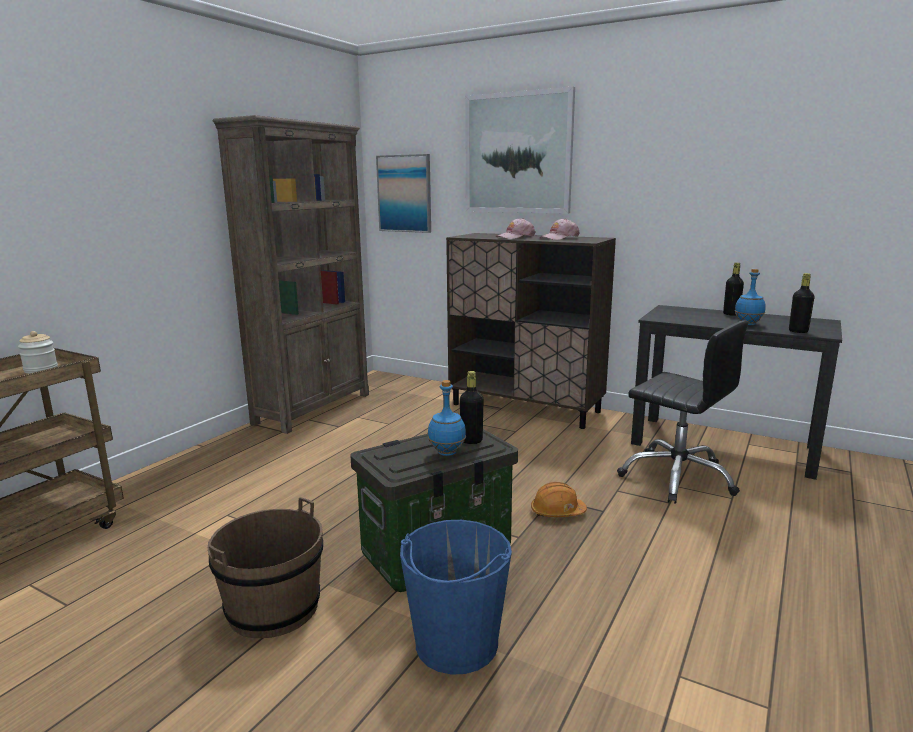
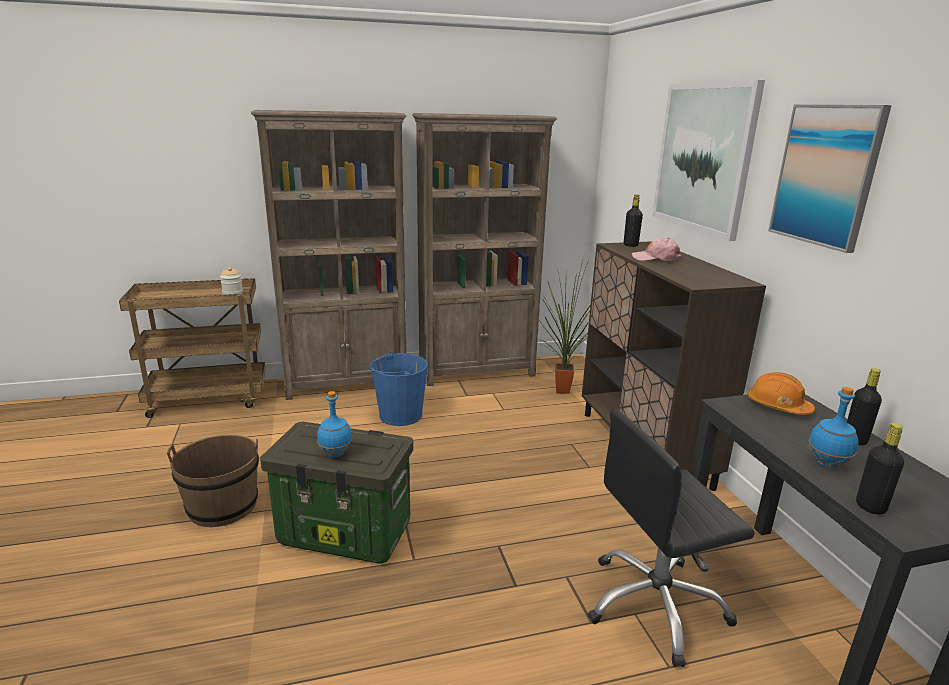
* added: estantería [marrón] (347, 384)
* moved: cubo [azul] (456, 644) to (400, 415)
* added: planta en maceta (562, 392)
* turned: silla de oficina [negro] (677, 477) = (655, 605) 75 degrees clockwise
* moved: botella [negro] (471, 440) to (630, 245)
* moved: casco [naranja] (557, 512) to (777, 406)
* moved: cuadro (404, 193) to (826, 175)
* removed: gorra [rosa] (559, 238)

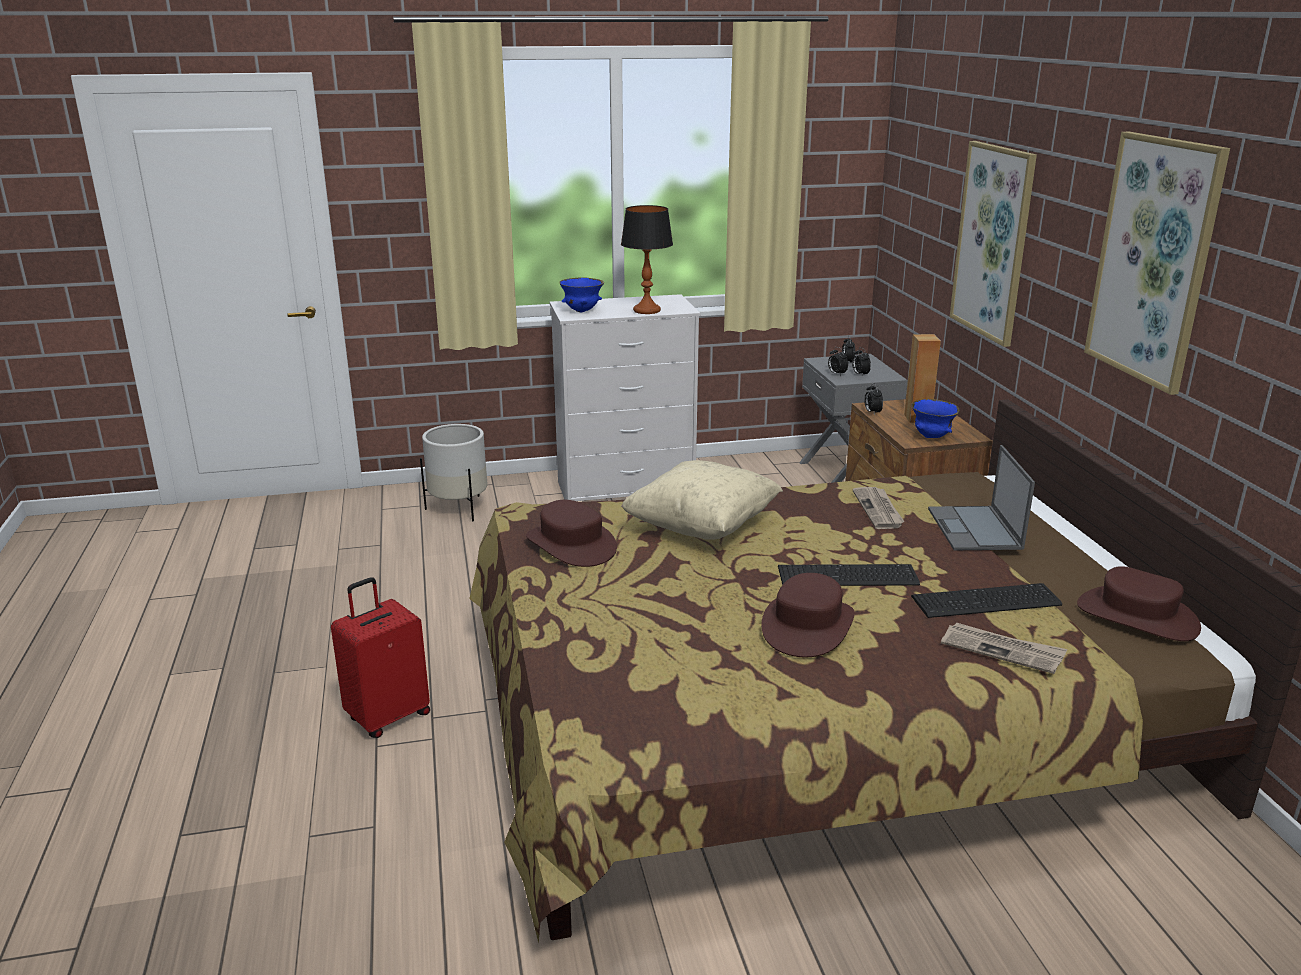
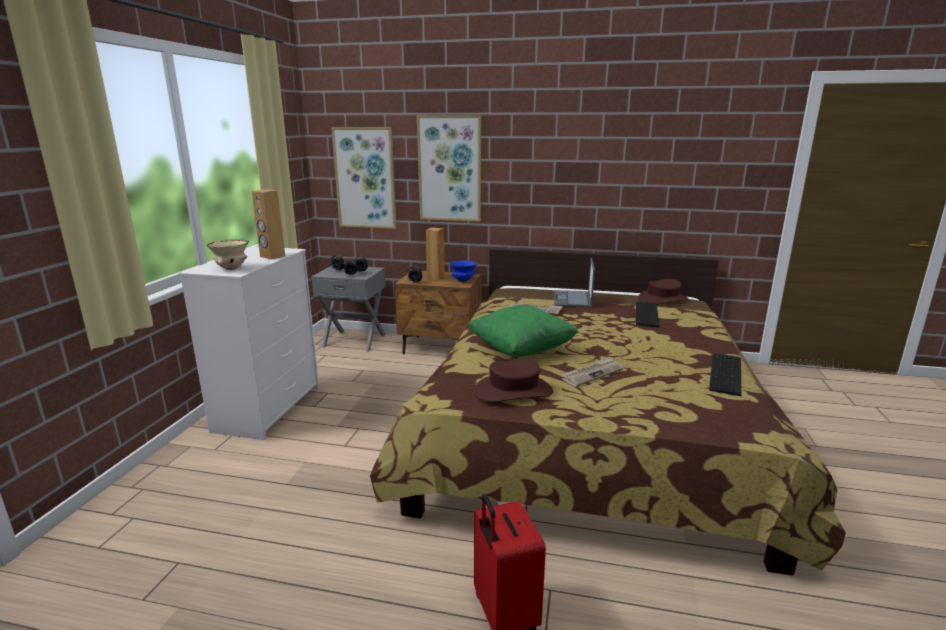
* recoloured: cuenco [azul] (582, 311) to cuenco [beis] (232, 268)
* replaced: lámpara de mesa (647, 310) to altavoz [marrón] (272, 256)
* moved: cuadro (1154, 260) to (365, 178)
* recoloured: cojín [beis] (701, 528) to cojín [verde] (521, 350)
* turned: portátil (975, 529) = (572, 299) 75 degrees clockwise
* moved: periódico (1002, 650) to (592, 373)
* moved: teclado (849, 577) to (727, 373)
* removed: maceta [blanco] (459, 508)
* removed: sombrero [marrón] (807, 626)

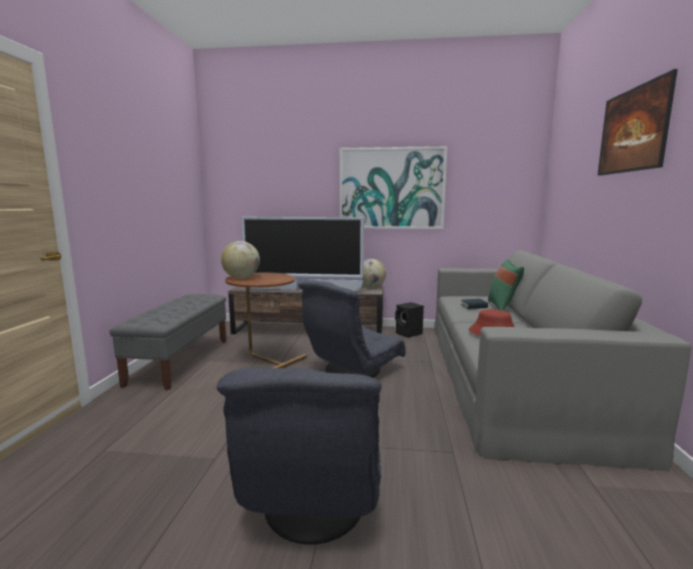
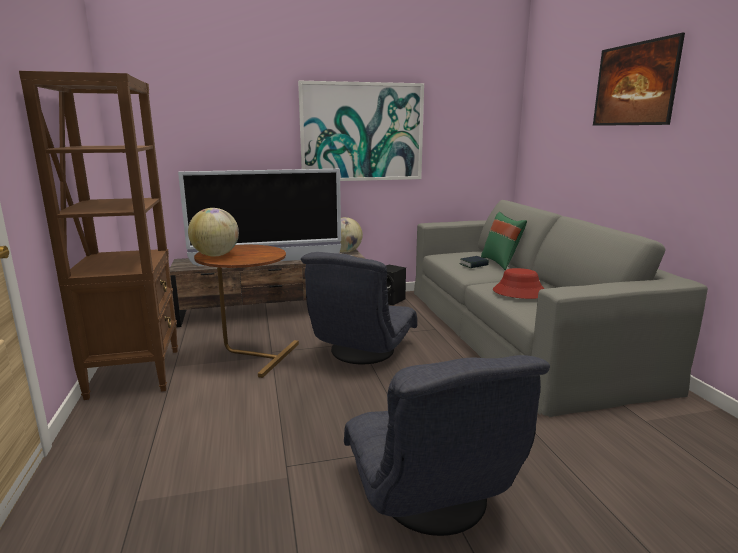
* replaced: banco [gris] (180, 361) to estantería [marrón] (135, 372)

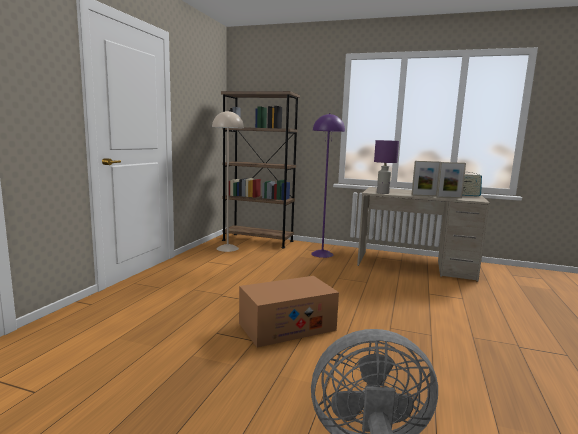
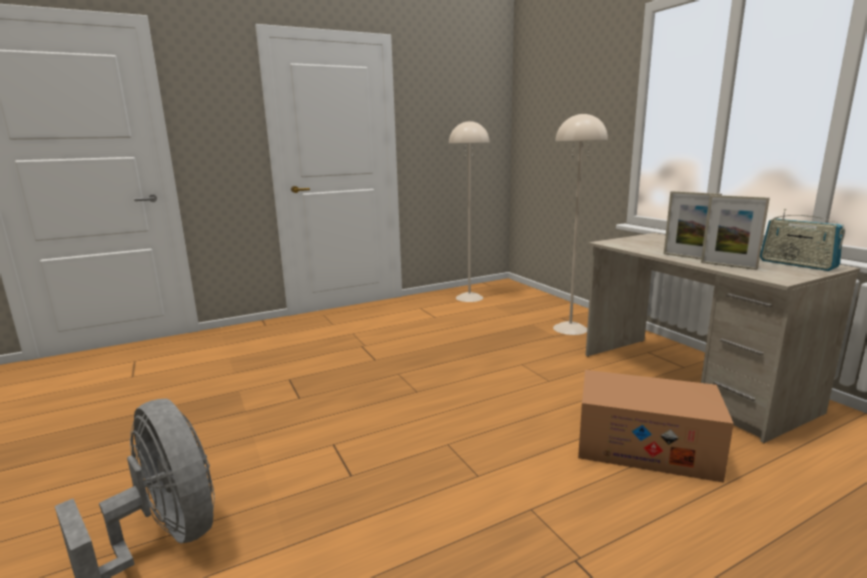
* recoloured: lámpara de pie [morado] (322, 254) to lámpara de pie [beis] (570, 328)
* moved: caja de cartón (287, 327) to (645, 447)
* removed: estantería [marrón] (258, 241)
* removed: lámpara de mesa [morado] (383, 193)

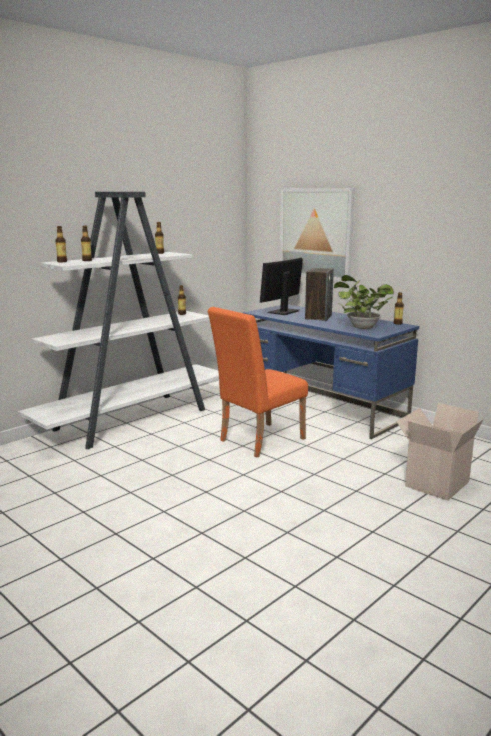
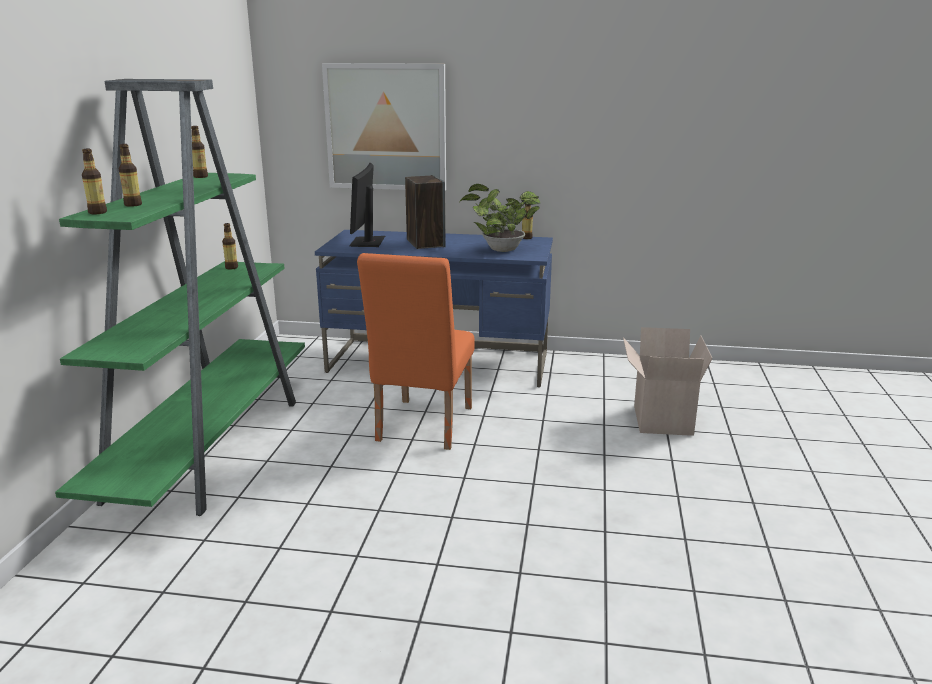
* recoloured: estantería [blanco] (134, 419) to estantería [verde] (210, 446)

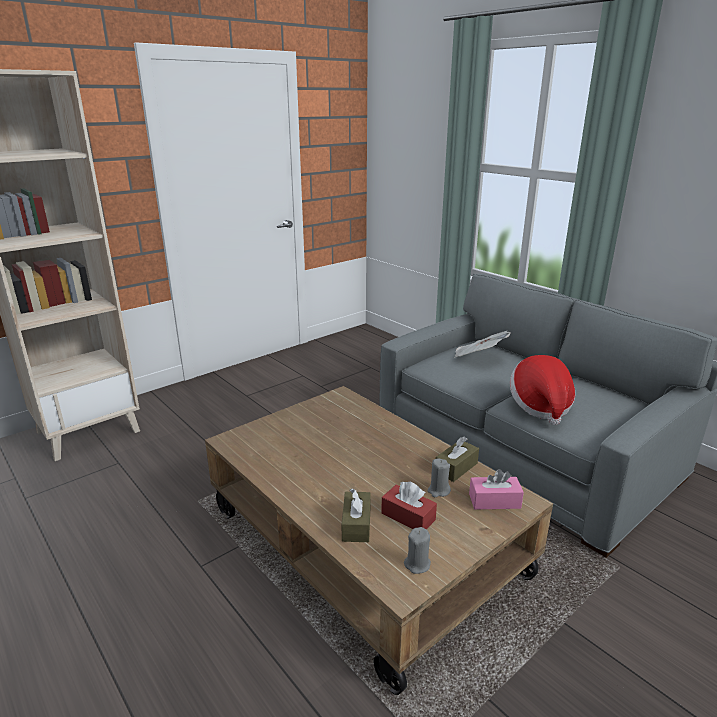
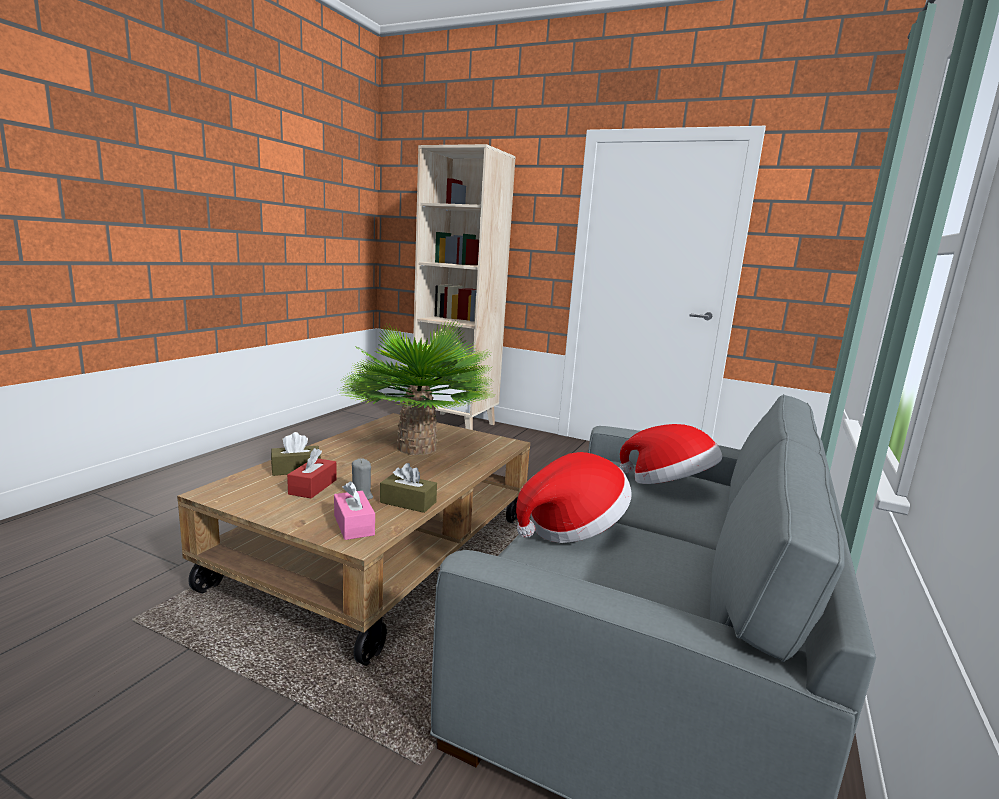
* added: planta en maceta (416, 448)
* replaced: periódico (478, 357) to sombrero (668, 485)
* removed: vela [gris] (417, 564)

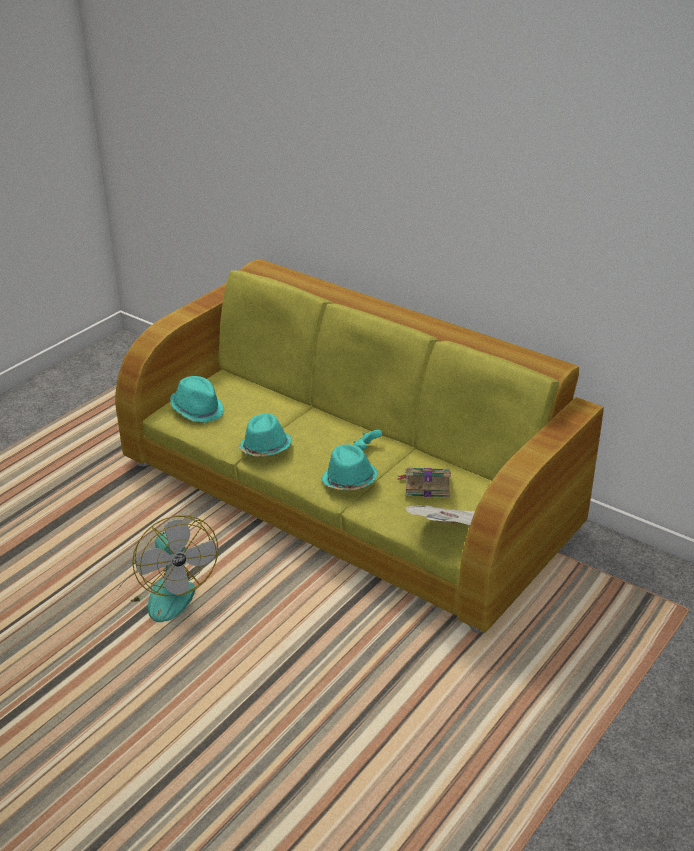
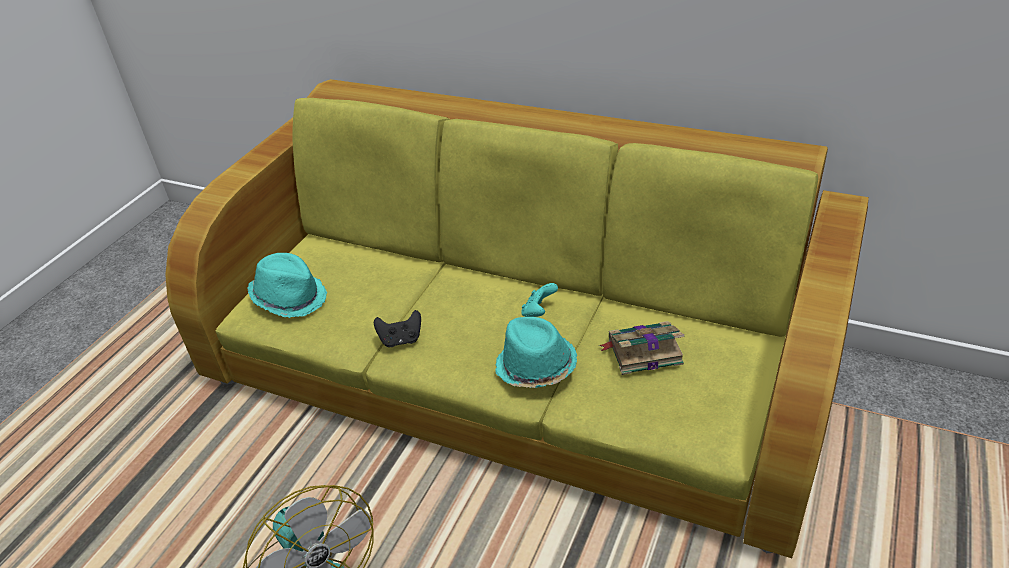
* replaced: sombrero [turquesa] (265, 449) to mando de consola [negro] (401, 340)
* removed: periódico (447, 532)

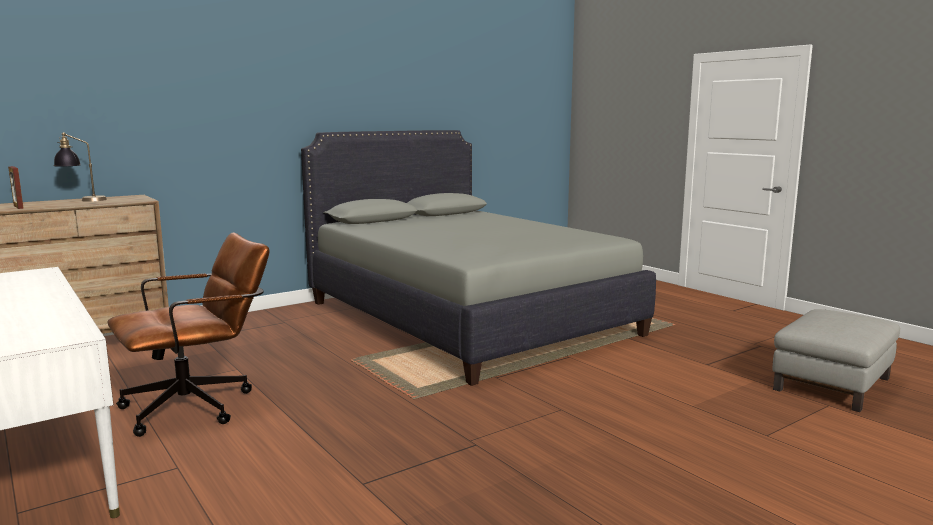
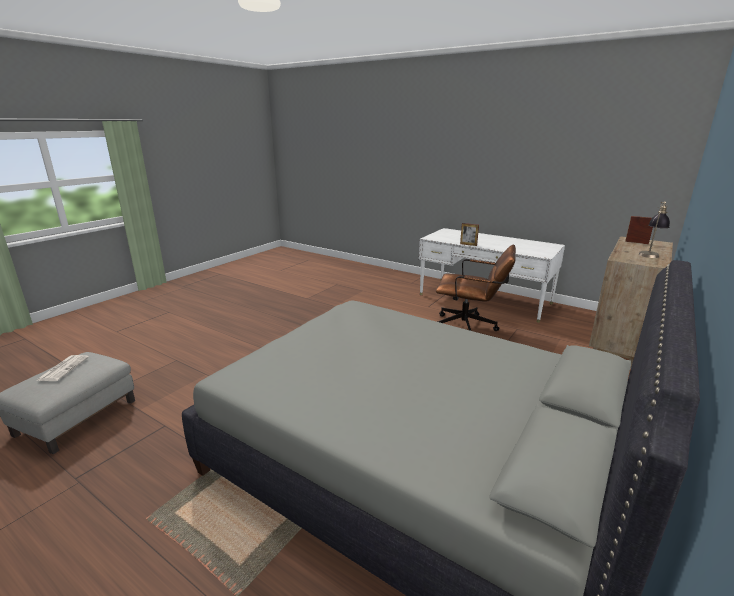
* added: periódico (63, 368)
* turned: silla de oficina [marrón] (199, 405) = (470, 328) 105 degrees counterclockwise
* added: portarretratos (468, 244)

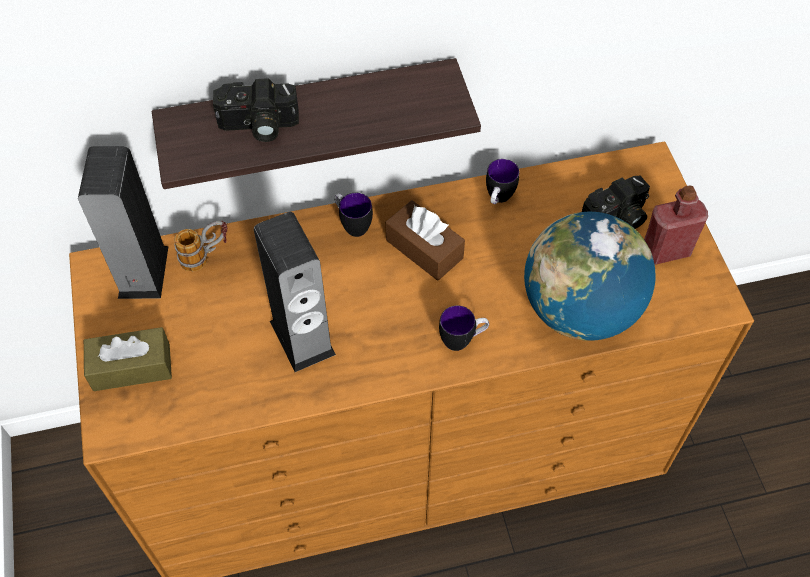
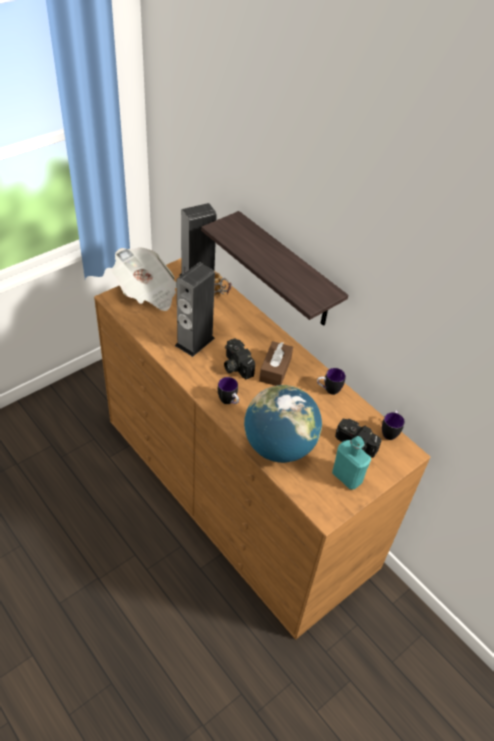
* replaced: caja de pañuelos [marrón] (132, 367) to periódico (147, 292)
* moved: cámara (258, 126) to (235, 366)
* recoloured: botella [rojo] (666, 250) to botella [turquesa] (347, 477)
* moved: taza grande (352, 225) to (390, 432)

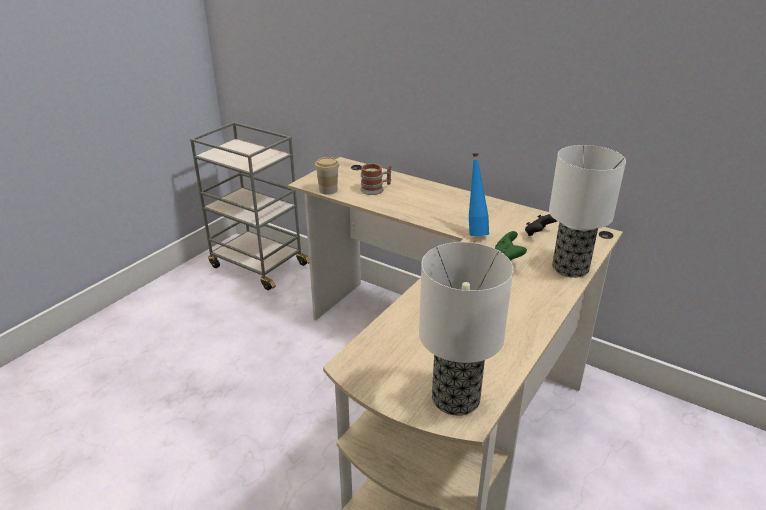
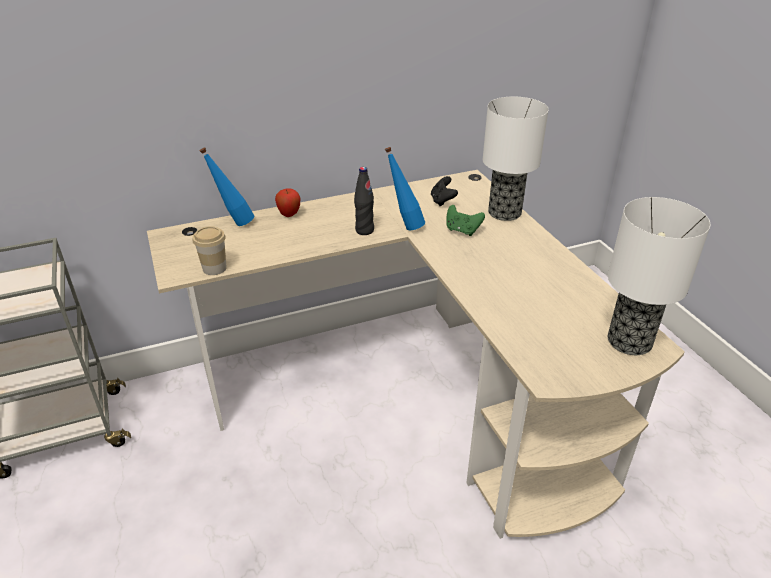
* added: botella [azul] (234, 223)
* added: manzana (289, 215)
* added: botella [negro] (364, 230)
* removed: taza grande (376, 189)

